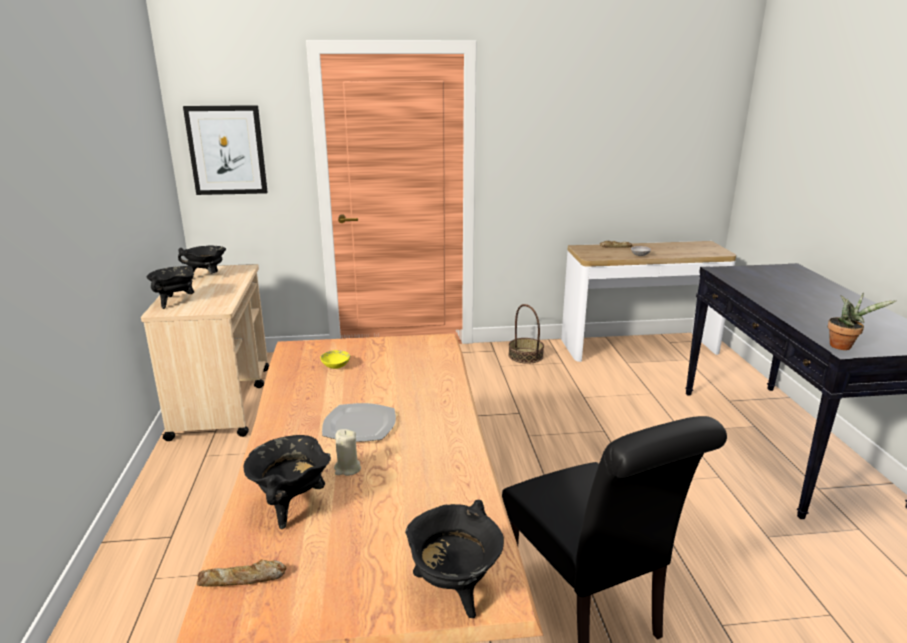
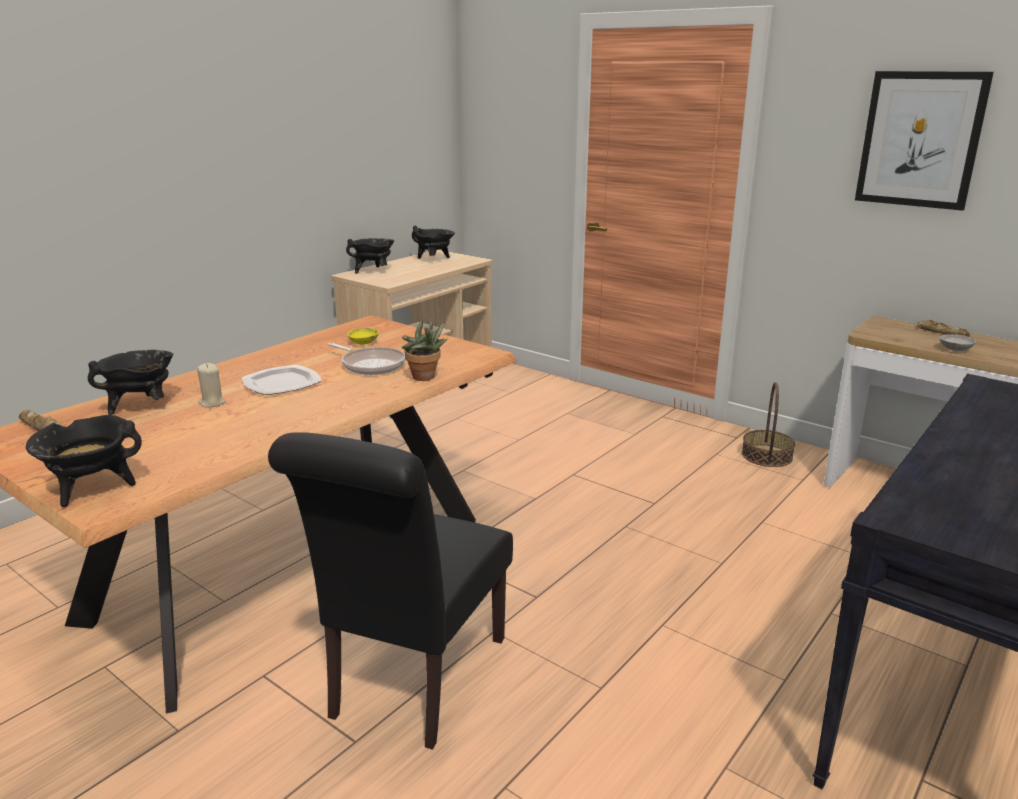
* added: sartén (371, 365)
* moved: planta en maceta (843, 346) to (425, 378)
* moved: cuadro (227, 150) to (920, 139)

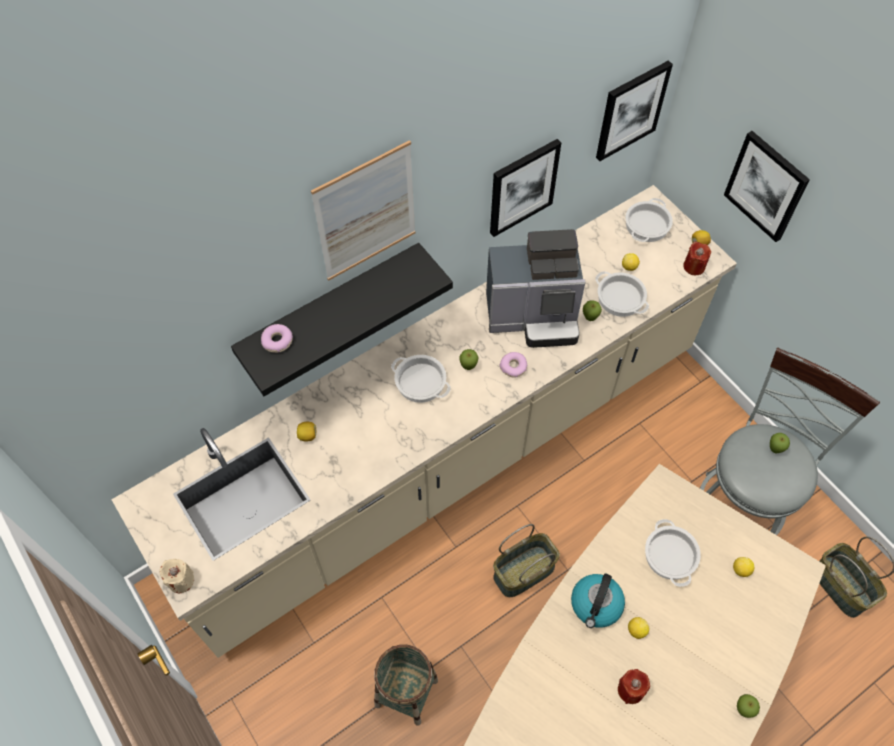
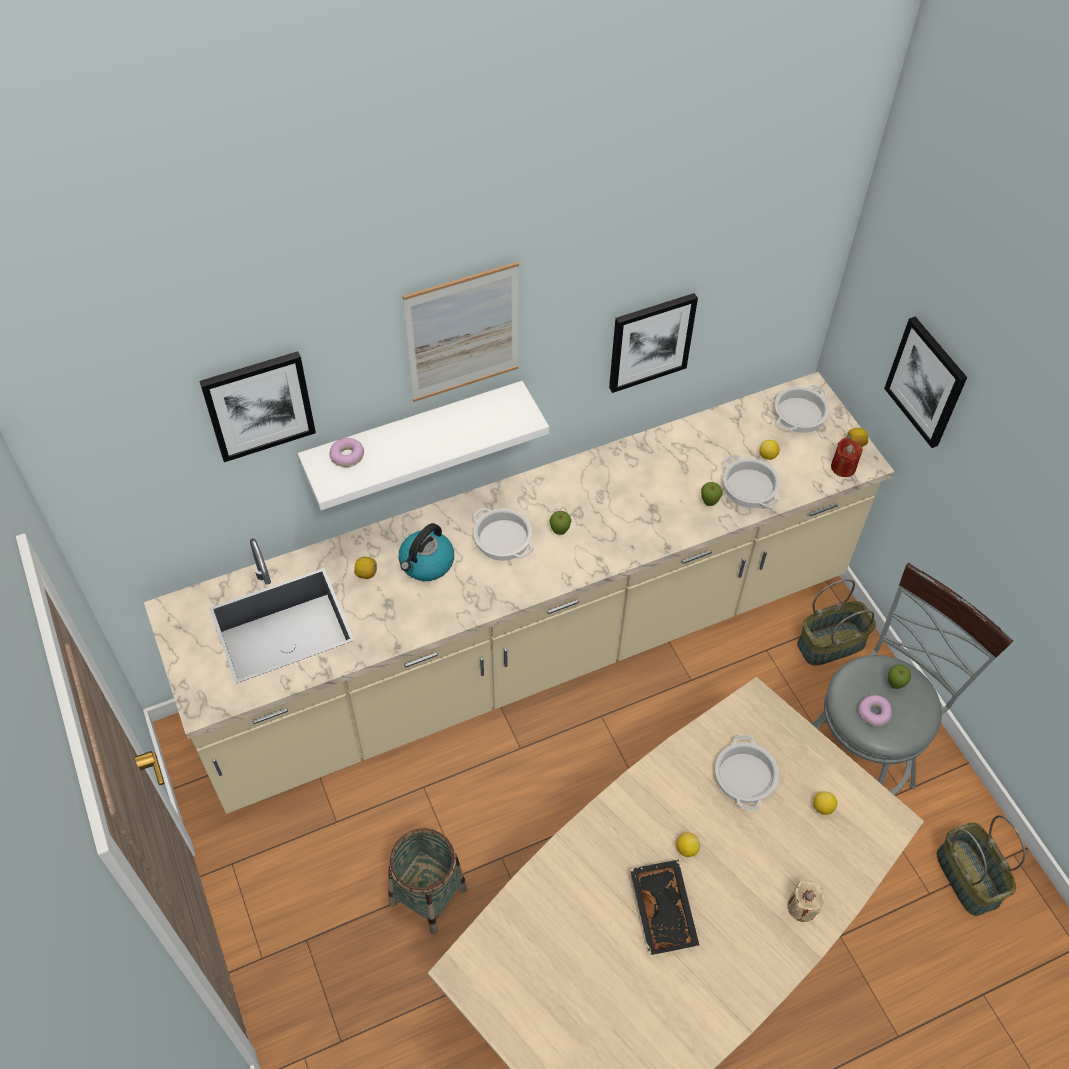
* moved: cuadro (631, 110) to (258, 405)
* recoloured: estante [negro] (331, 309) to estante [blanco] (414, 436)
* moved: hervidor (596, 605) to (426, 563)
* replaced: vela [rojo] (630, 690) to bandeja [negro] (664, 910)
* moved: vela [beis] (181, 580) to (802, 907)
* moved: cesta (523, 571) to (831, 643)
* moved: rosquilla (513, 367) to (874, 713)
* removed: cafetera (534, 316)
* removed: manzana (743, 709)

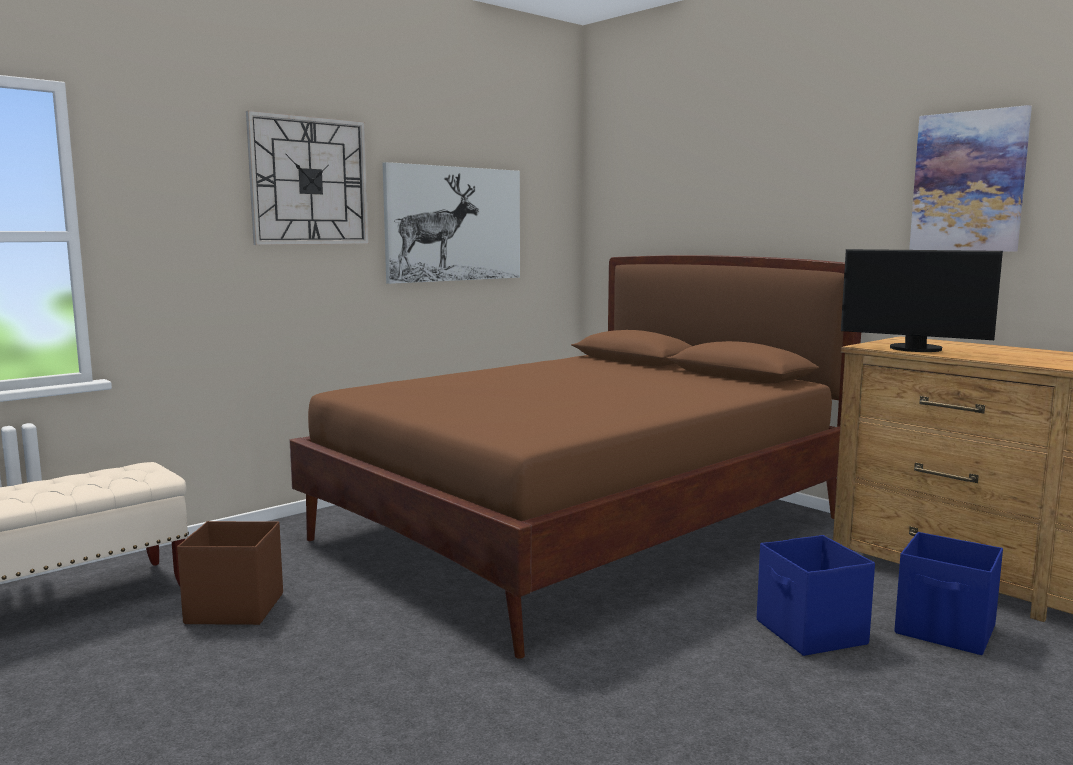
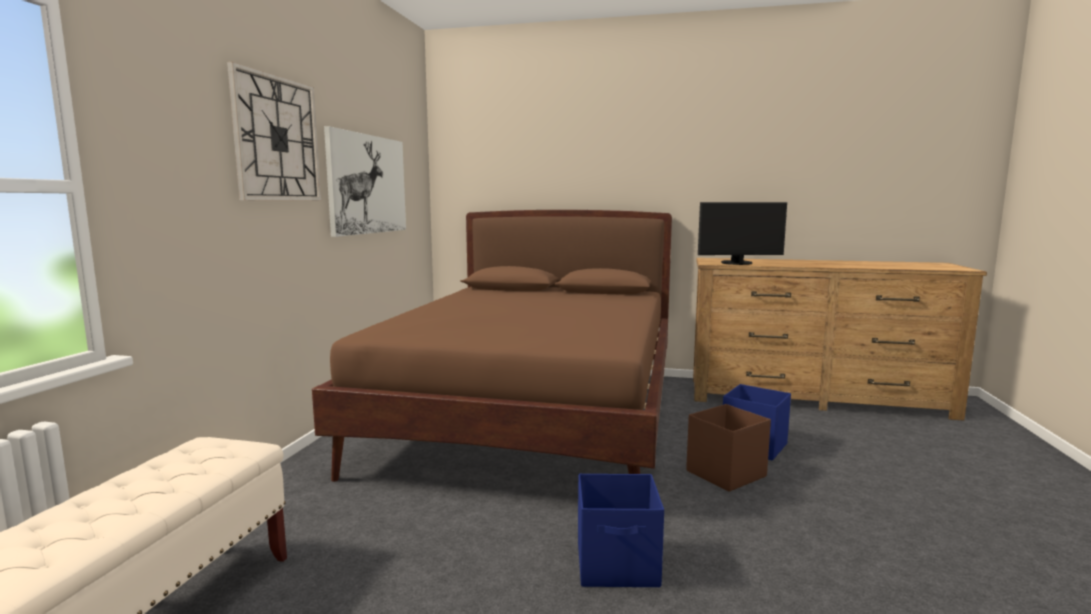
* moved: caja de almacenaje [azul] (946, 630) to (618, 565)
* moved: caja de almacenaje [marrón] (234, 608) to (724, 474)
* removed: cuadro (968, 182)

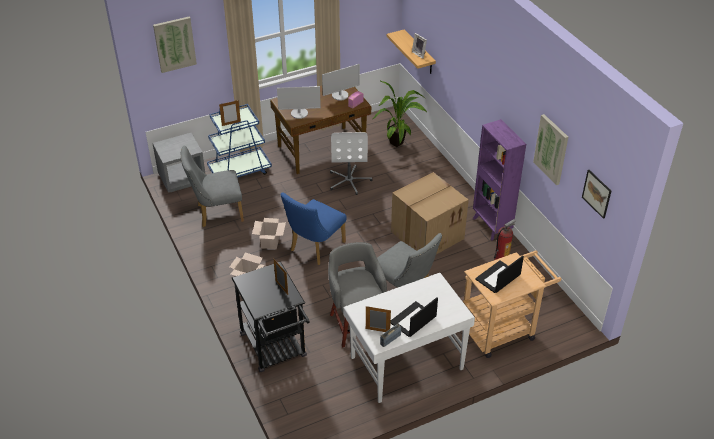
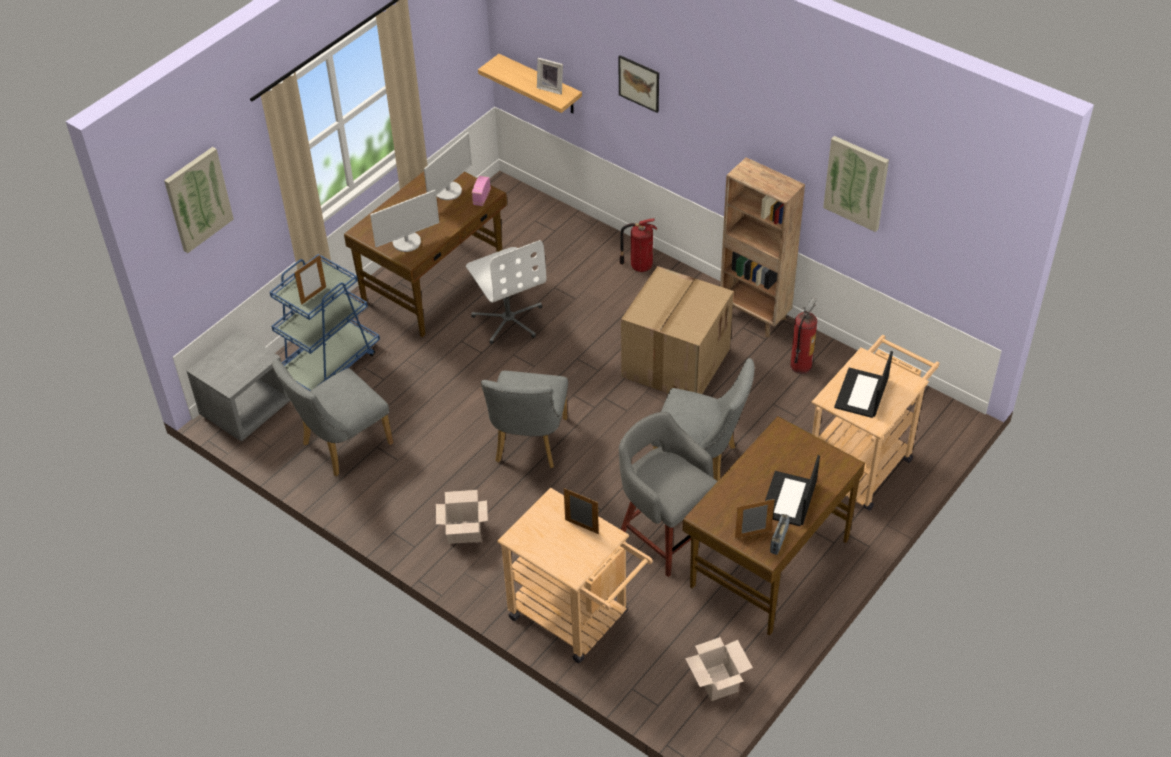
* recoloured: silla [azul] (314, 248) to silla [gris] (529, 445)
* recoloured: carrito [negro] (275, 349) to carrito [beis] (576, 619)
* moved: cuadro (596, 193) to (639, 83)
* added: extintor (639, 266)
* recoloured: escritorio [blanco] (405, 363) to escritorio [marrón] (768, 563)
* moved: caja de cartón (270, 241) to (716, 681)
* recoloured: estantería [morado] (491, 226) to estantería [marrón] (754, 316)
* removed: planta en maceta (398, 144)

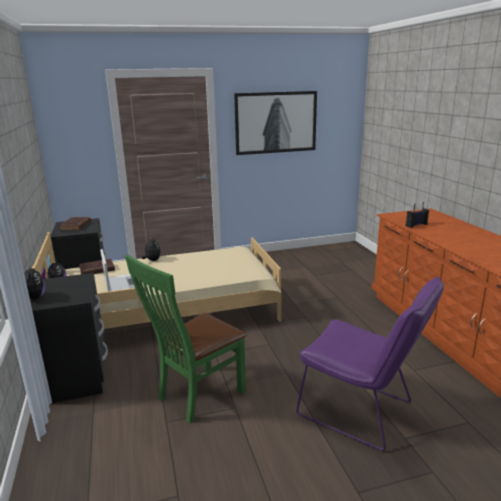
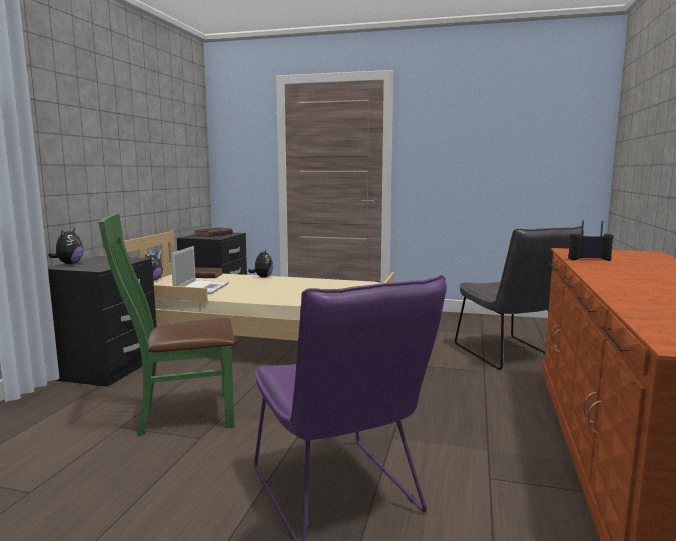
* added: silla [gris] (511, 355)
* removed: cuadro (276, 122)

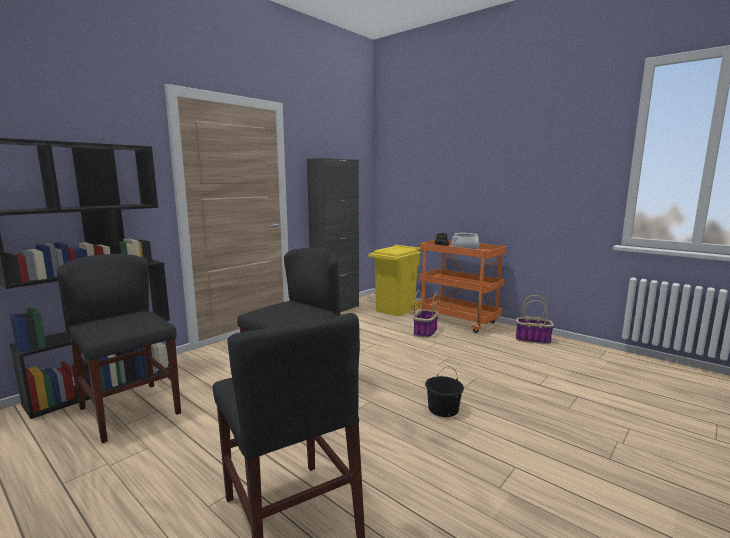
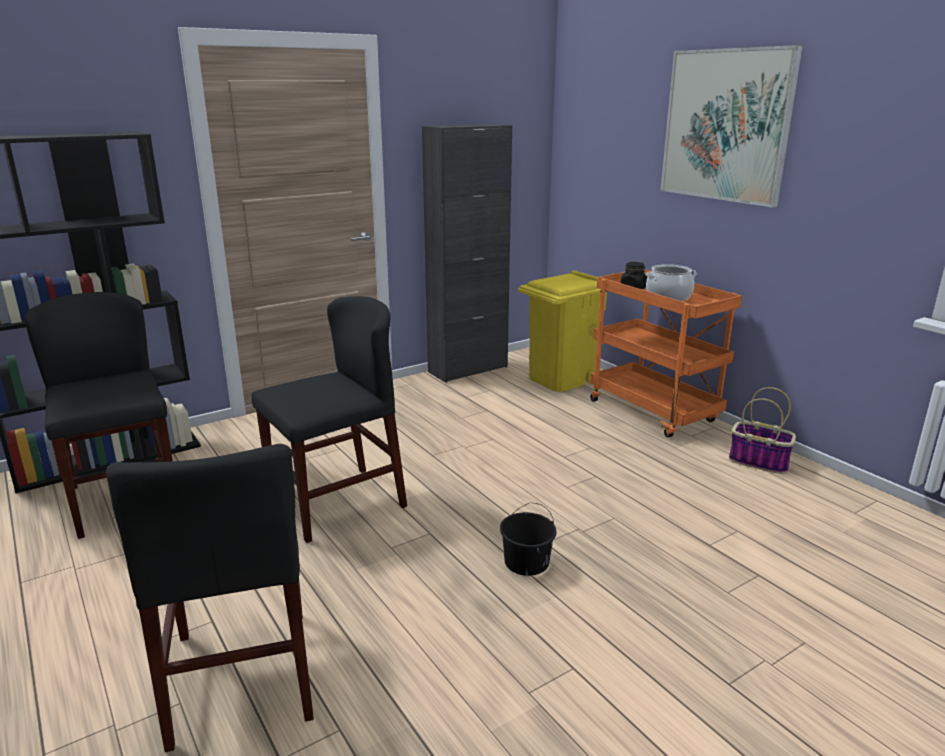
* added: cuadro (726, 125)
* removed: cesta (425, 332)

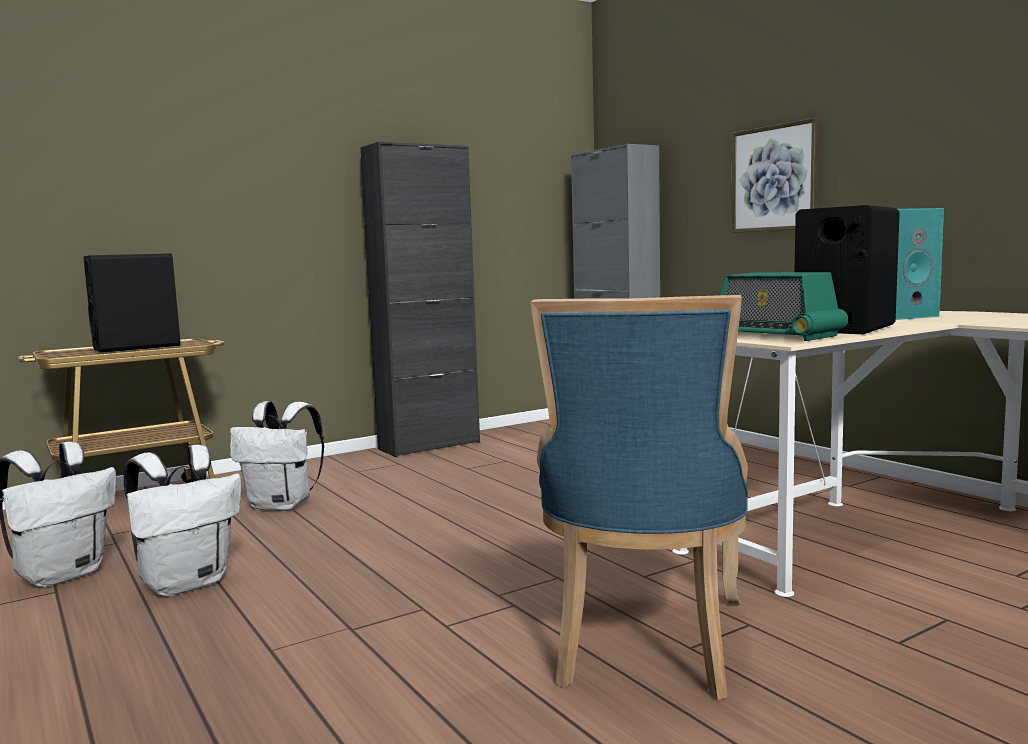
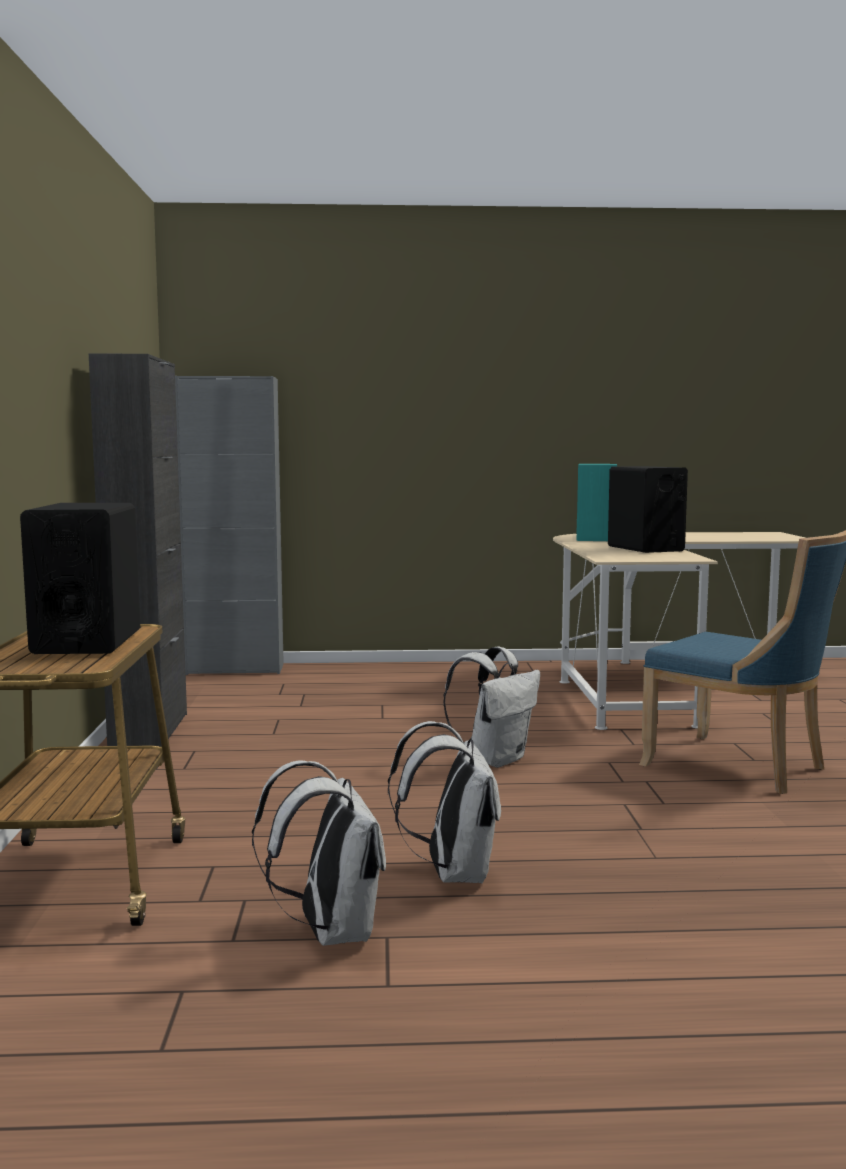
* moved: mochila [blanco] (283, 505) to (495, 759)
* removed: radio (772, 335)
* removed: cuadro (774, 178)

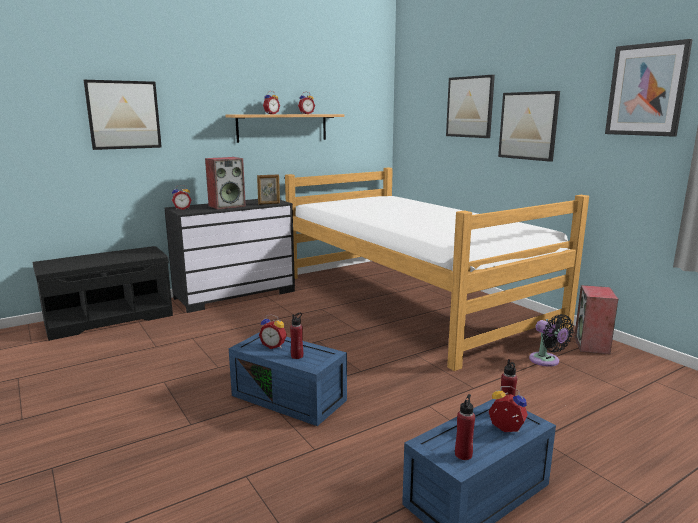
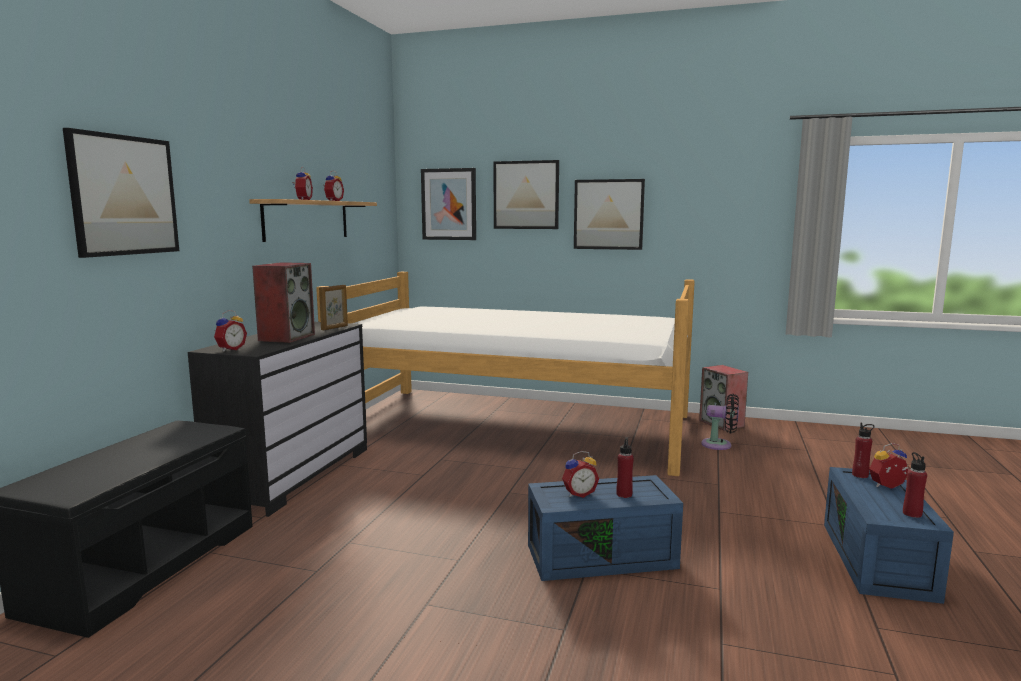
* moved: cuadro (646, 90) to (449, 204)

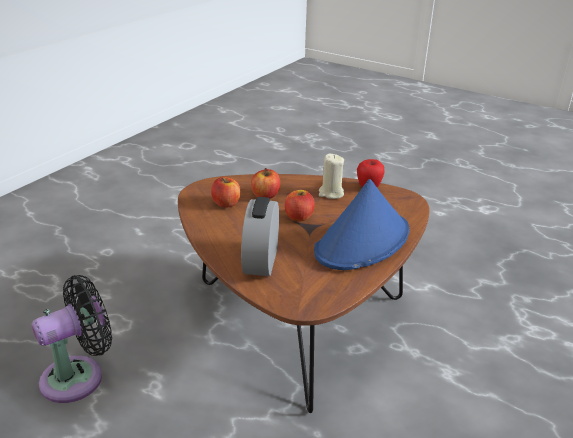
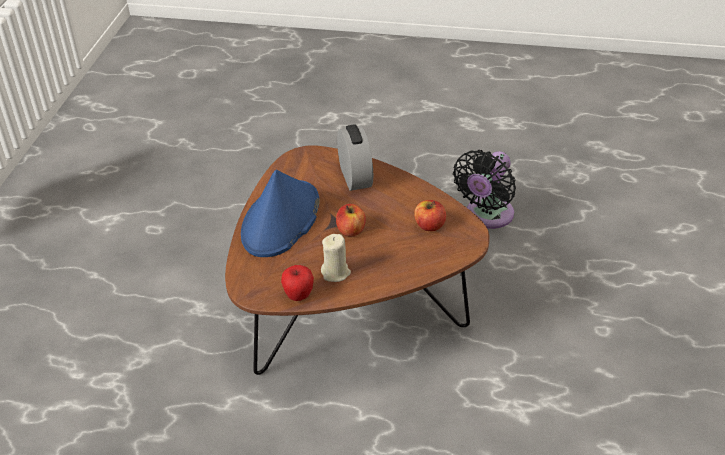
* removed: manzana (265, 195)

